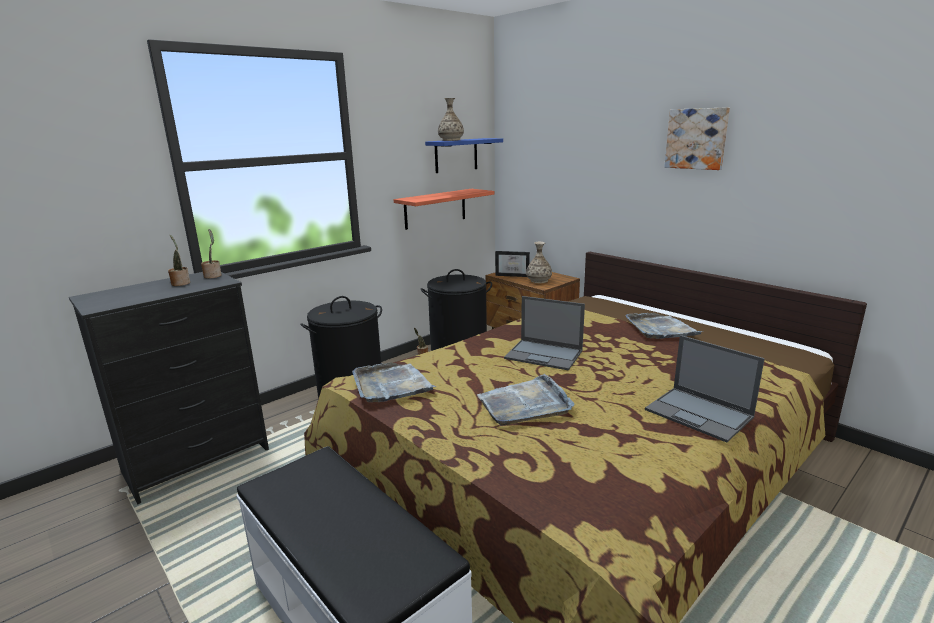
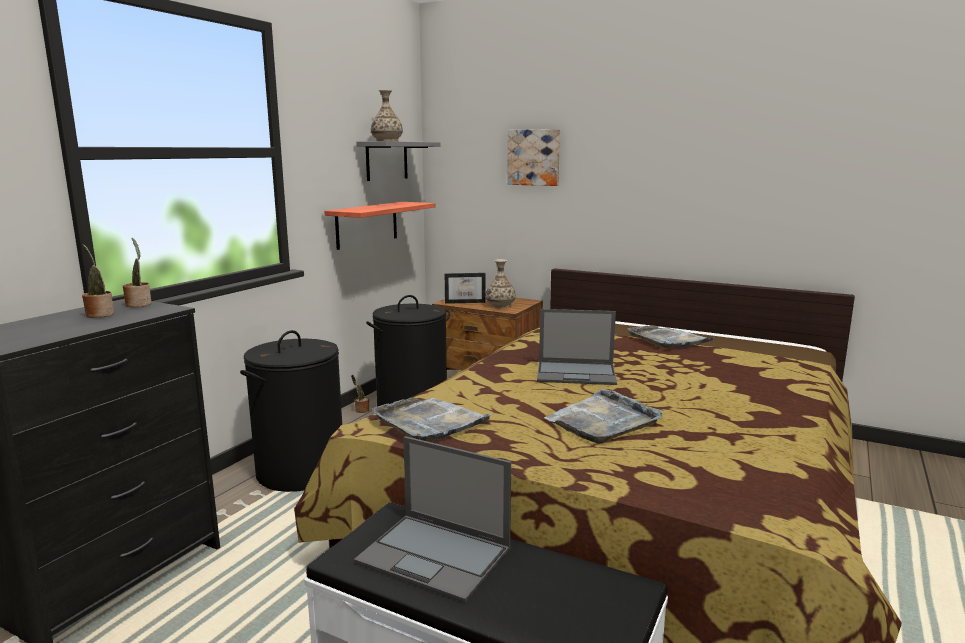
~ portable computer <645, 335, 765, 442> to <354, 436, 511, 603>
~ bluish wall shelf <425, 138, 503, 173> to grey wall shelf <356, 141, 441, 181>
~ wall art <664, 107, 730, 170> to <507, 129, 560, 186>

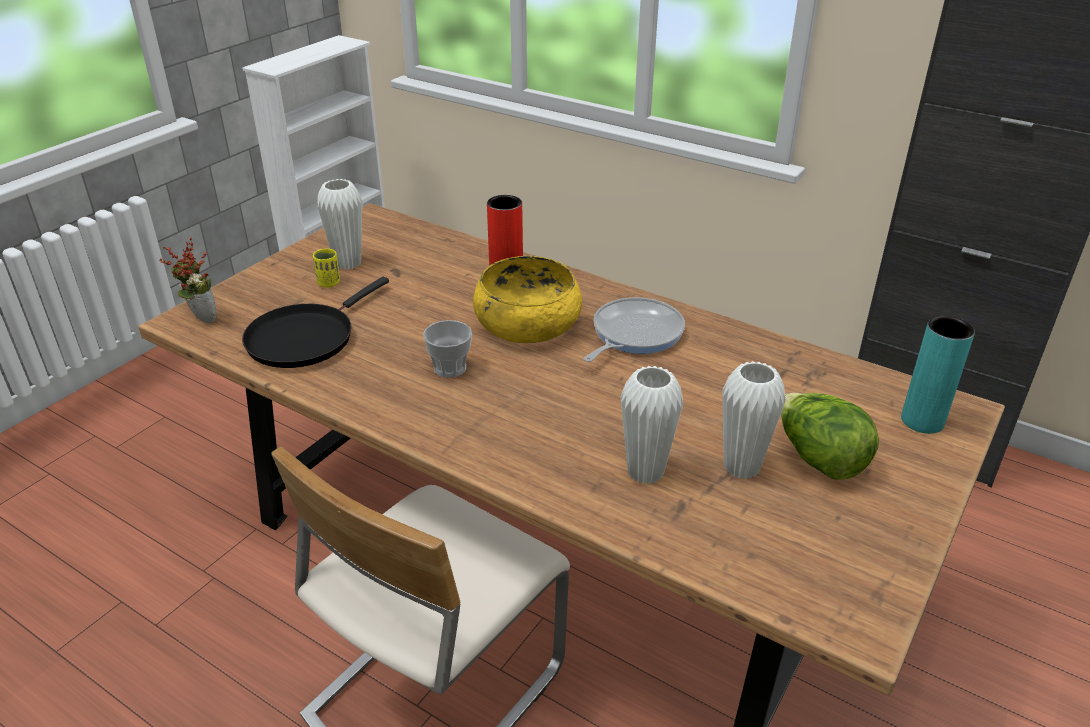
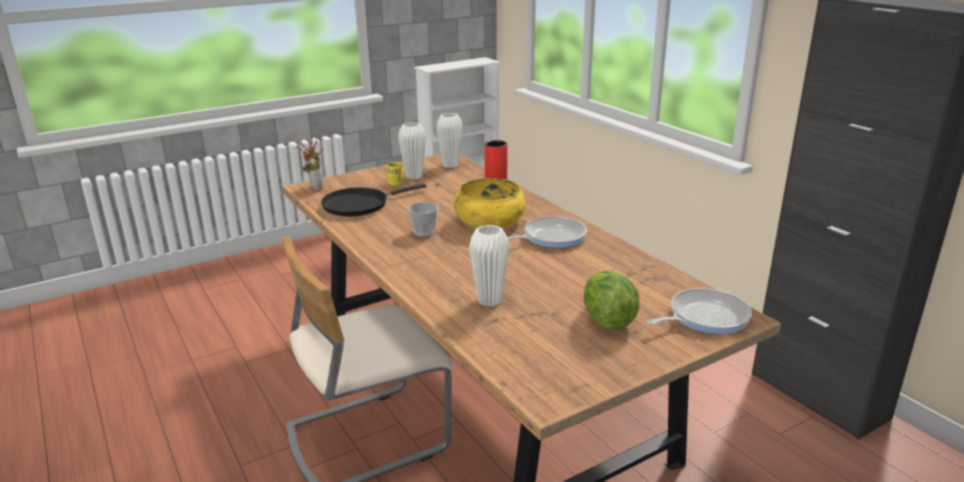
~ white-coloured flower vase <722, 361, 786, 479> to <436, 113, 463, 168>
~ blue-green flower vase <901, 316, 975, 434> to pan <647, 288, 752, 334>

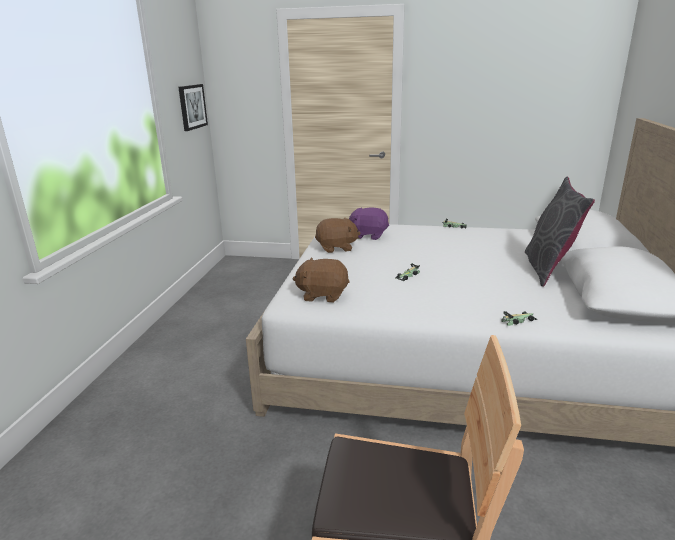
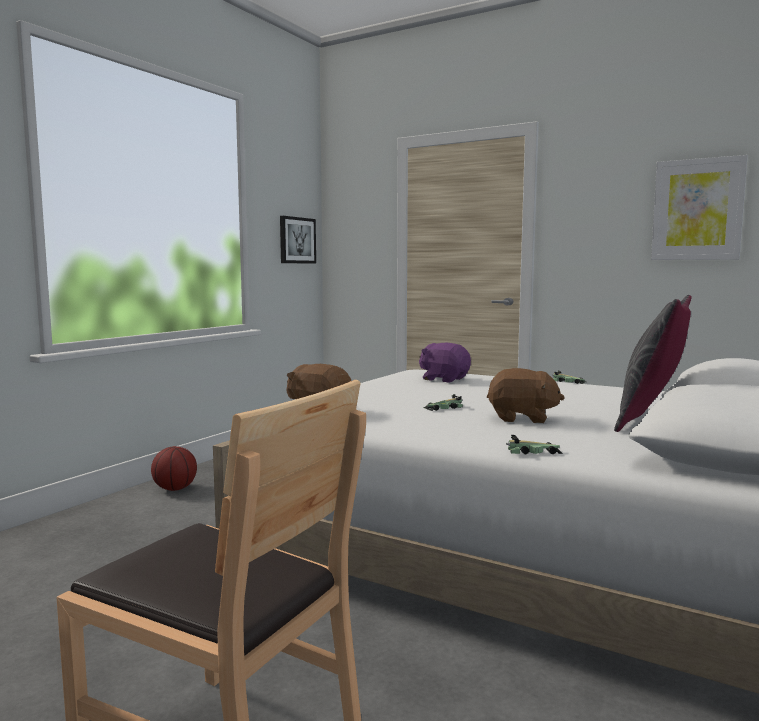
+ basketball <151, 446, 197, 491>
~ brown-coloured cuddly toy <315, 218, 361, 253> to <487, 368, 565, 423>
+ wall art <651, 155, 748, 260>

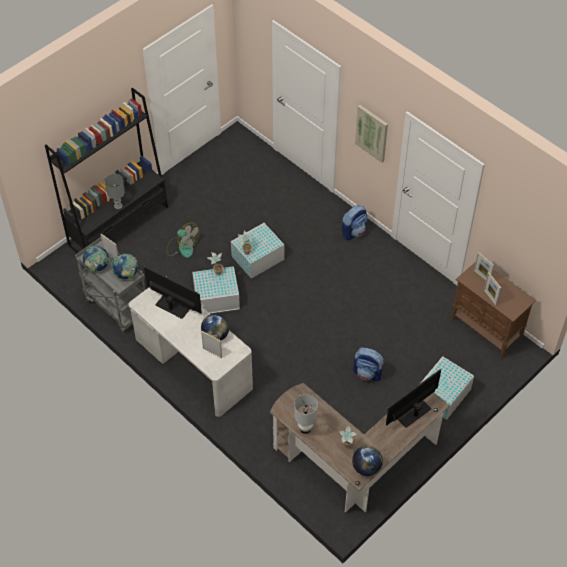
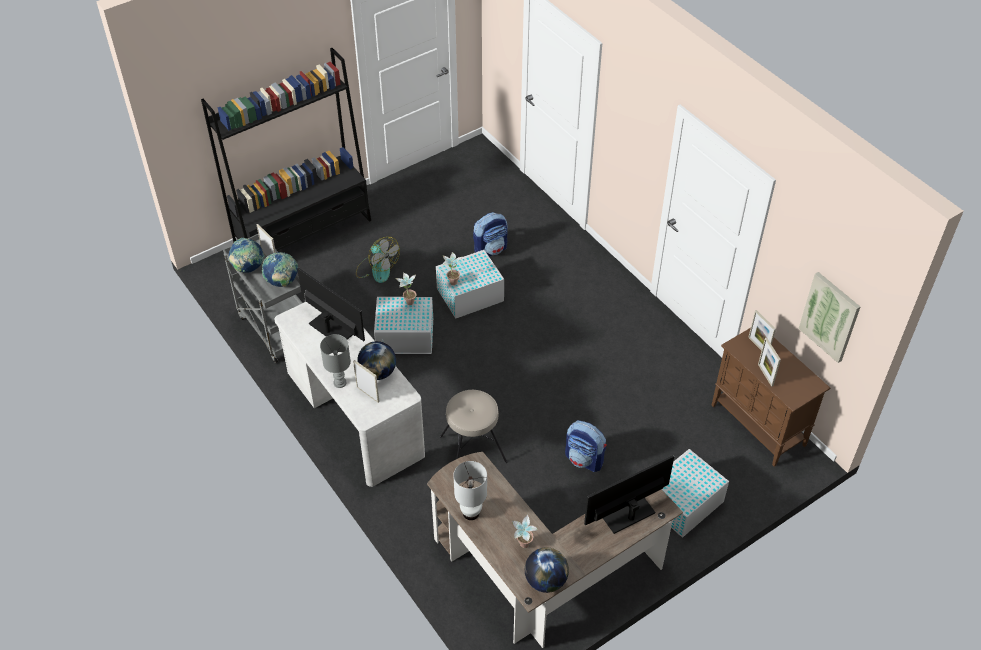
~ grey lamp for a table <105, 174, 125, 209> to <320, 334, 351, 388>
+ beige-coloured sitting stool <440, 390, 508, 463>
~ backpack <342, 205, 367, 240> to <473, 212, 508, 256>
~ wall art <355, 105, 388, 163> to <798, 272, 860, 363>

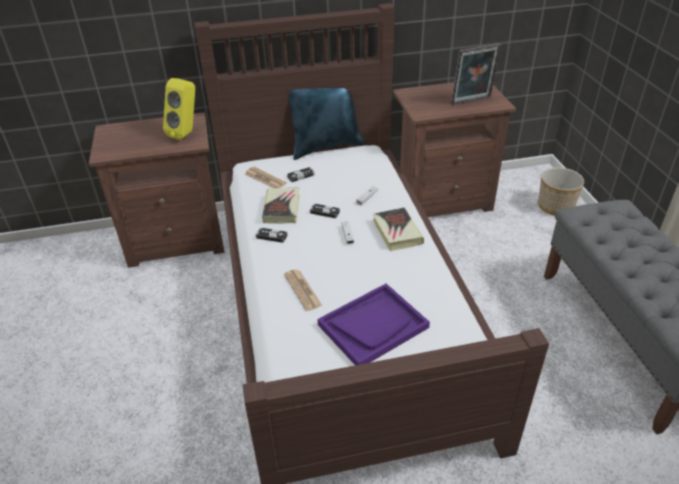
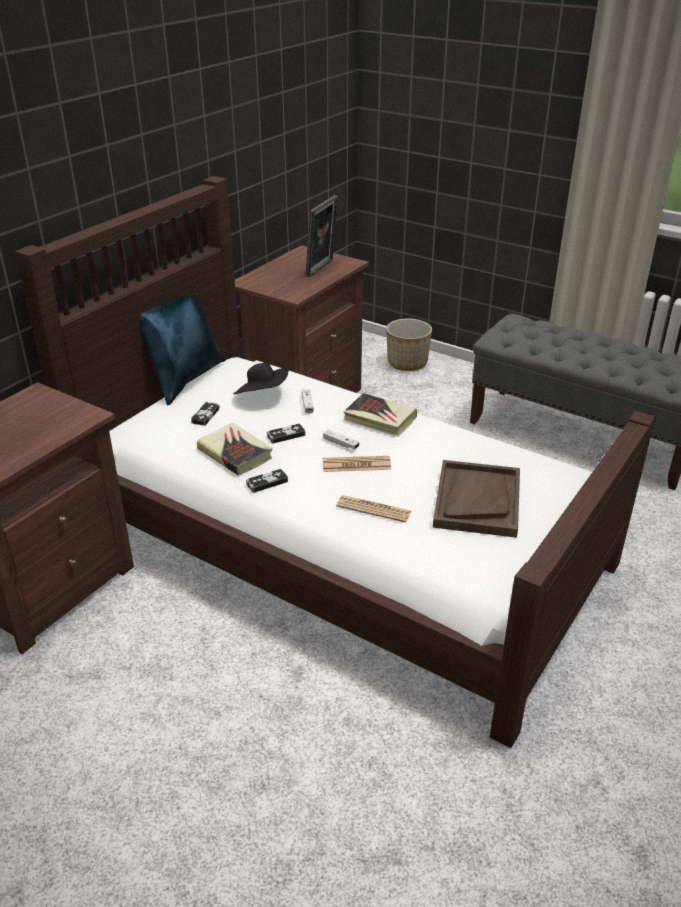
+ blackish wearable hat <233, 363, 288, 394>
~ printed paper <245, 167, 286, 188> to <323, 456, 391, 472>
~ purple-coloured serving tray <318, 284, 430, 365> to brown-coloured serving tray <433, 460, 520, 538>
- yellow-coloured loudspeaker <163, 78, 195, 140>

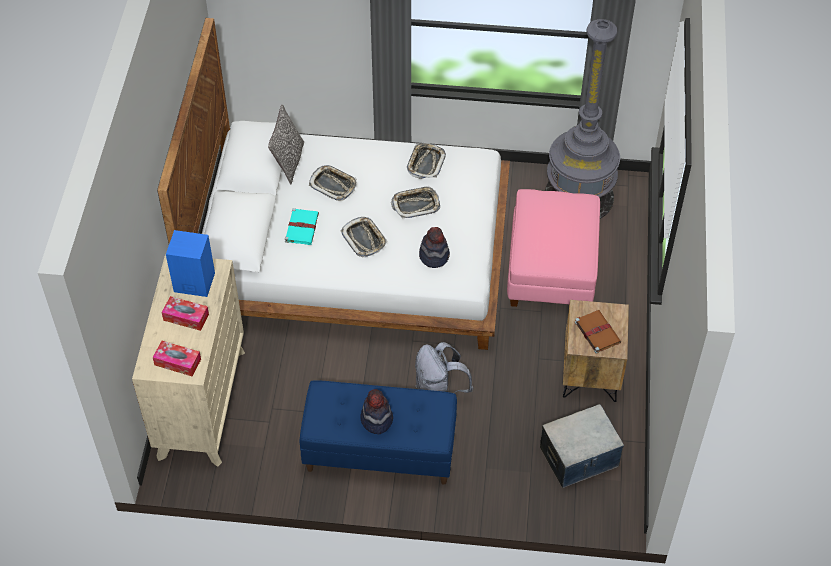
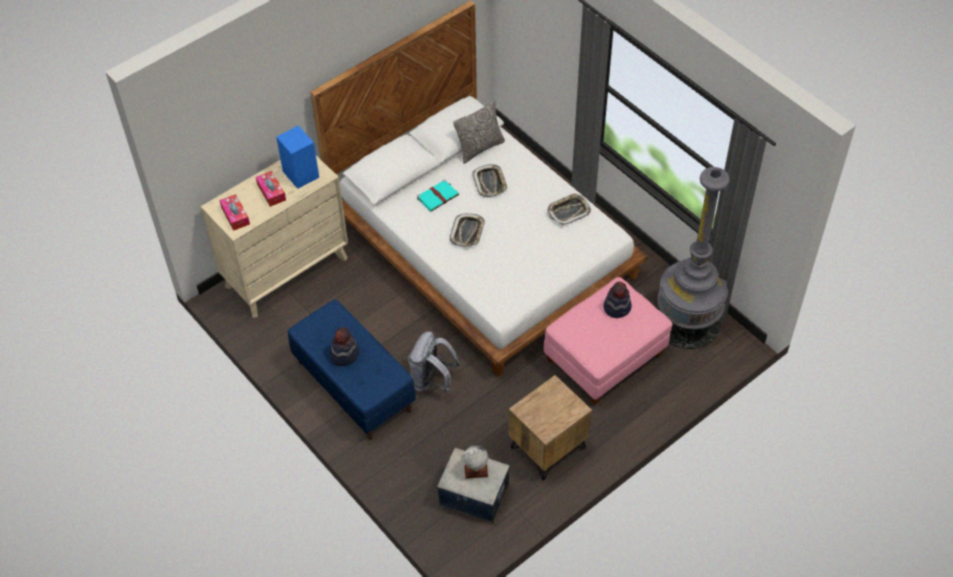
+ globe <461, 445, 488, 479>
~ wearable hat <419, 227, 450, 268> to <604, 281, 632, 318>
- serving tray <391, 186, 440, 219>
- brown-coloured book <575, 310, 621, 354>

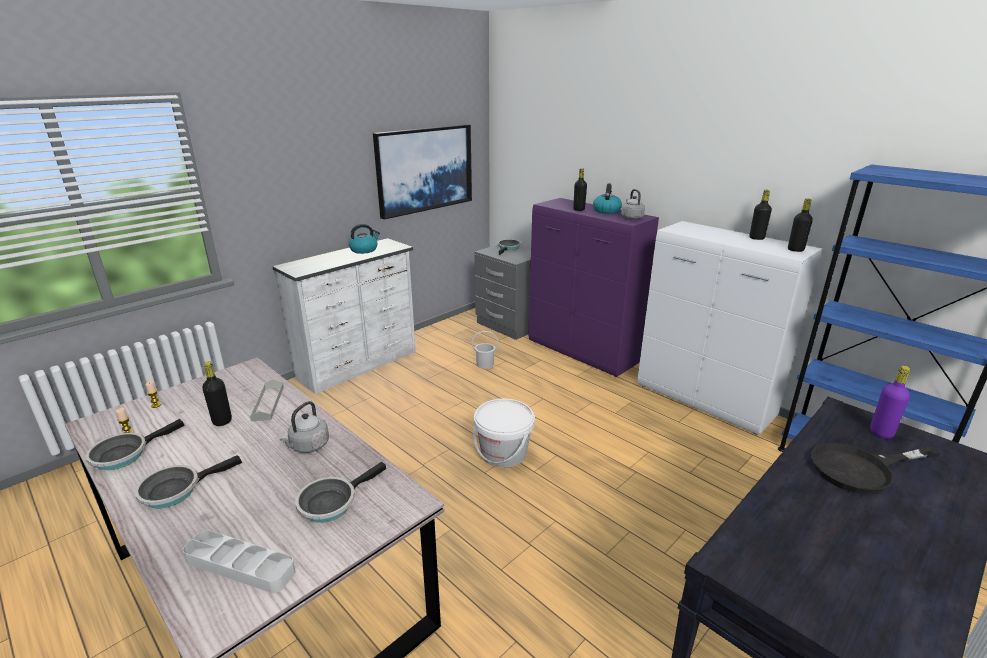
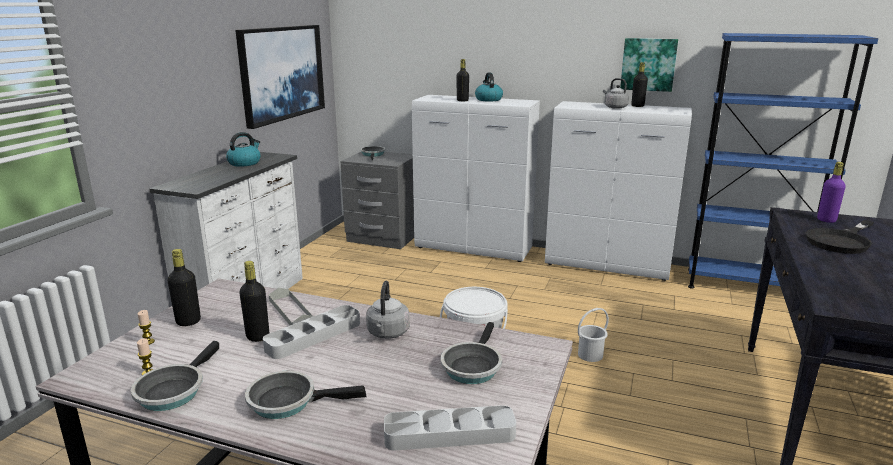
~ blackish bottle <788, 198, 813, 252> to <167, 249, 201, 326>
~ pan <135, 455, 242, 509> = <245, 371, 367, 419> 60 degrees clockwise
+ grey serving tray <263, 305, 360, 359>
~ purple-coloured cupboard <529, 198, 659, 377> to white-coloured cupboard <412, 95, 540, 262>
~ white-coloured water bucket <471, 331, 499, 369> to <578, 308, 609, 362>
~ grey kettle <621, 189, 645, 219> to <603, 78, 629, 109>
+ wall art <620, 38, 678, 92>

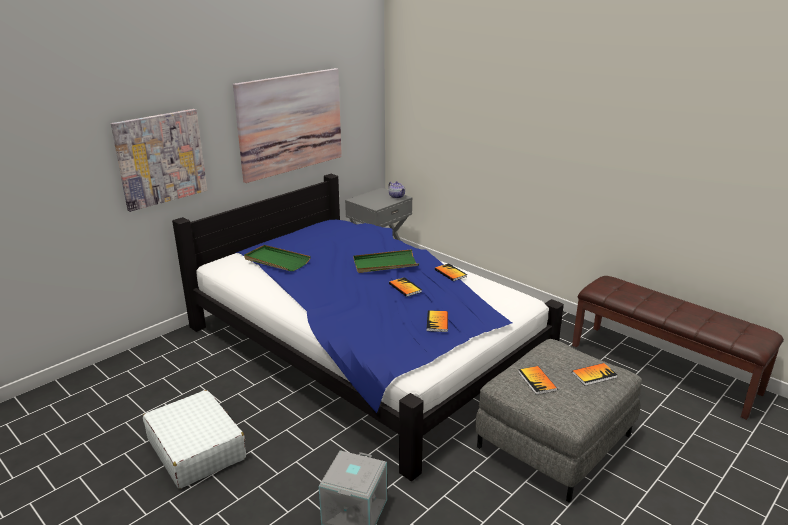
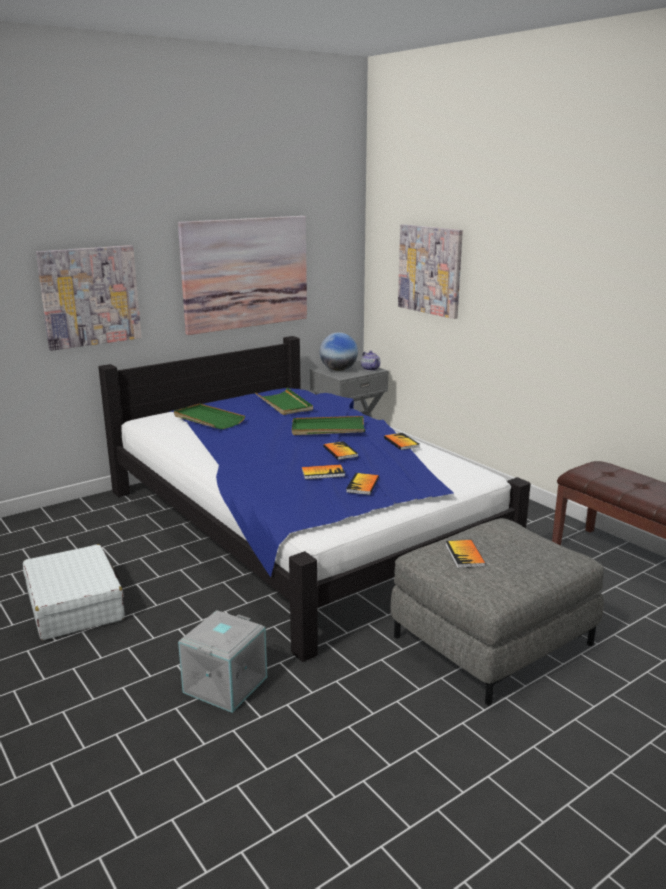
+ greenish serving tray <255, 388, 313, 415>
~ book <572, 363, 617, 386> to <302, 464, 345, 479>
+ globe <320, 332, 358, 371>
+ wall art <398, 224, 463, 319>

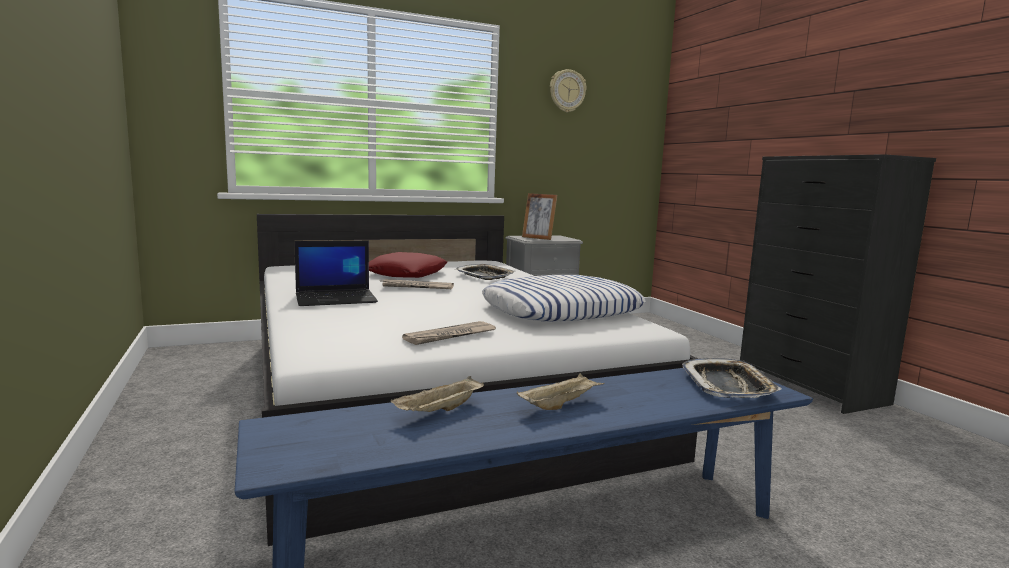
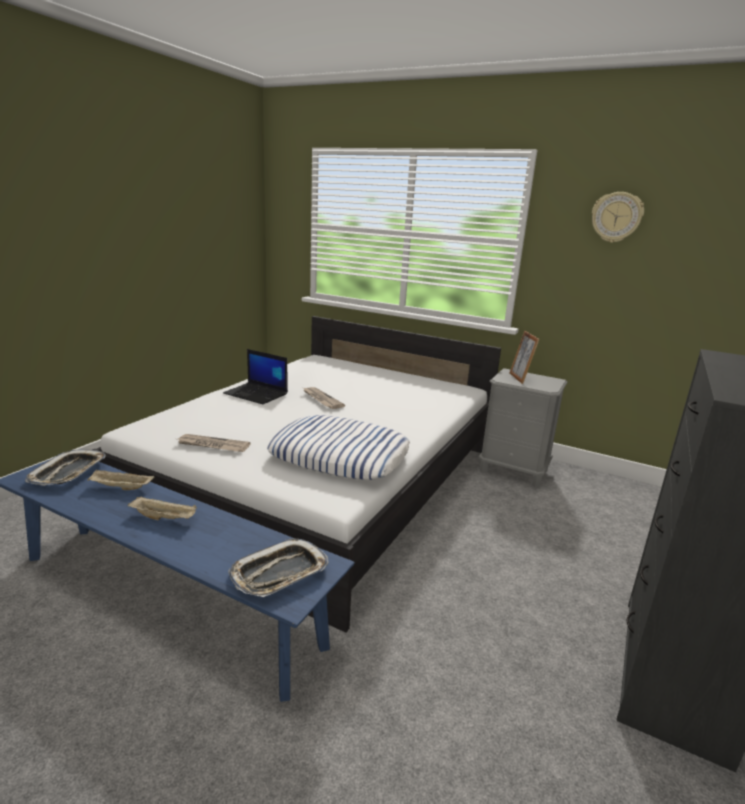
~ serving tray <456, 264, 515, 280> to <25, 449, 106, 485>
- reddish throw pillow <369, 252, 447, 278>

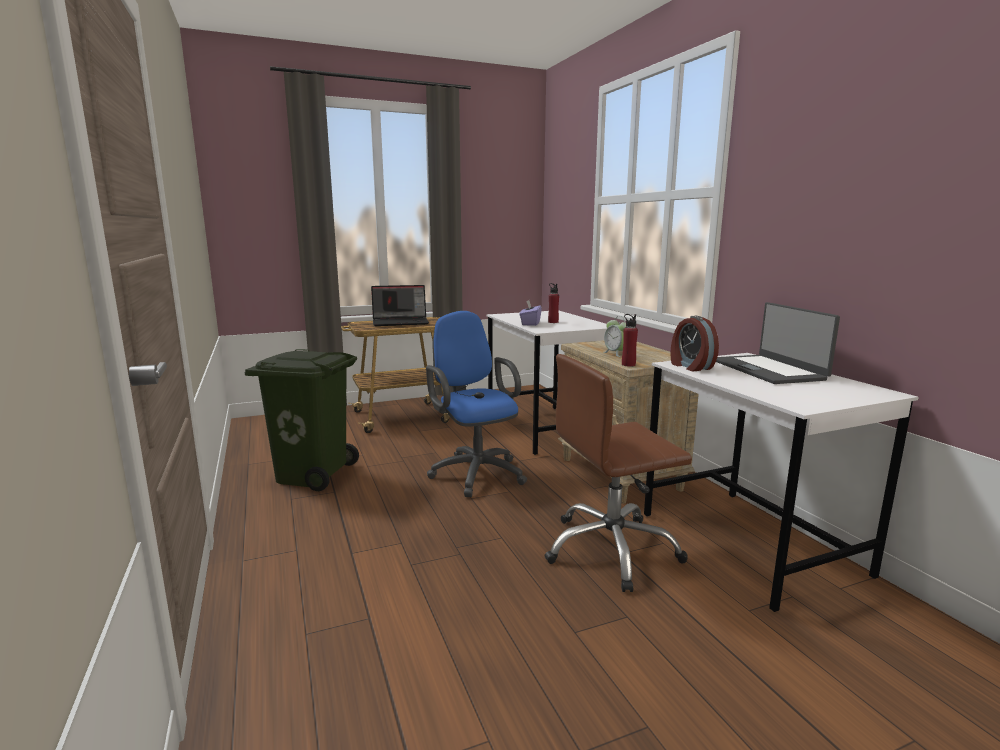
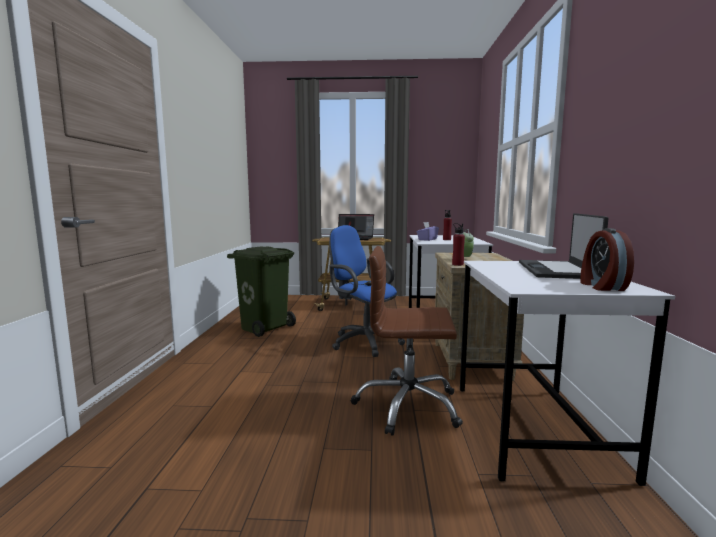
~ bluish desk chair <426, 311, 527, 497> = <329, 225, 405, 357> 45 degrees counterclockwise
~ alarm clock <670, 316, 719, 371> to <580, 228, 634, 291>

